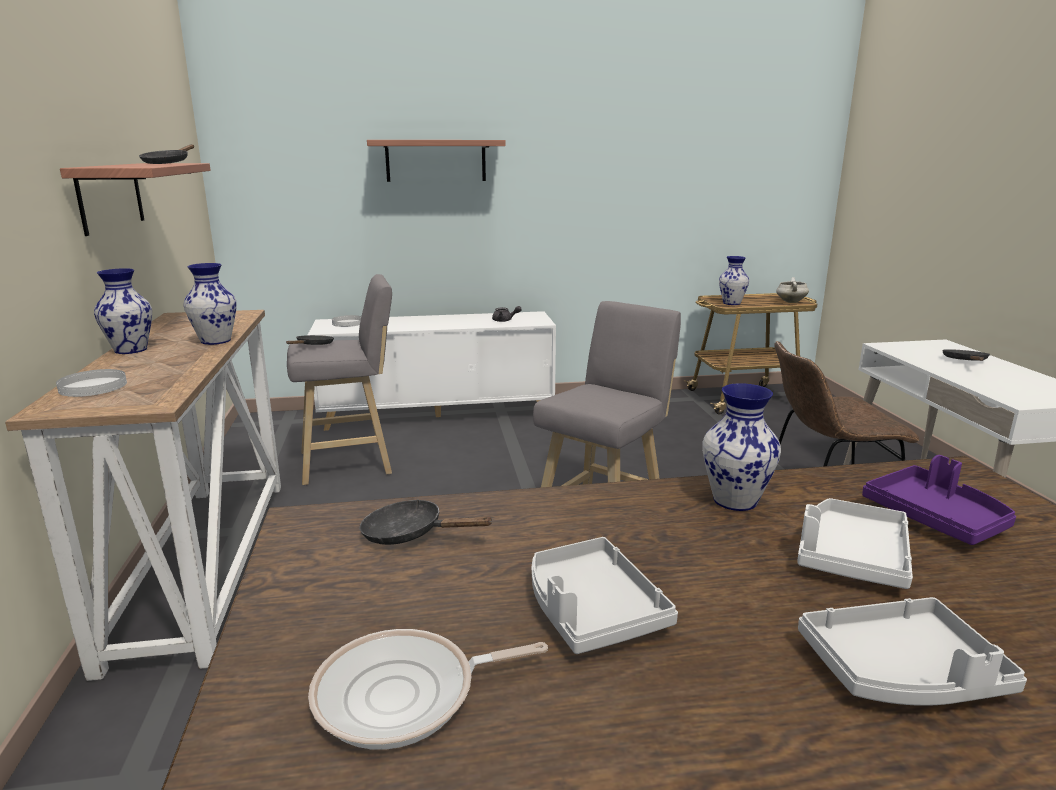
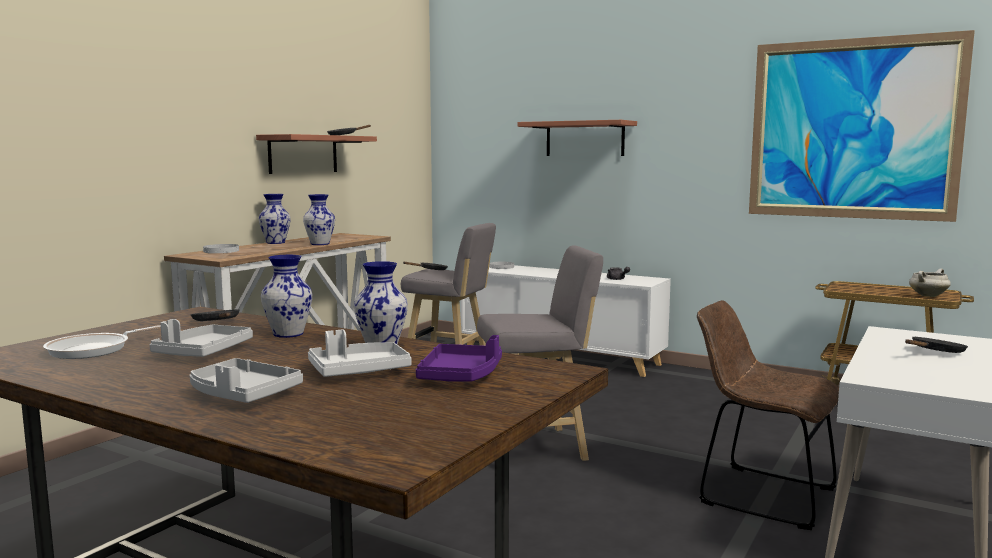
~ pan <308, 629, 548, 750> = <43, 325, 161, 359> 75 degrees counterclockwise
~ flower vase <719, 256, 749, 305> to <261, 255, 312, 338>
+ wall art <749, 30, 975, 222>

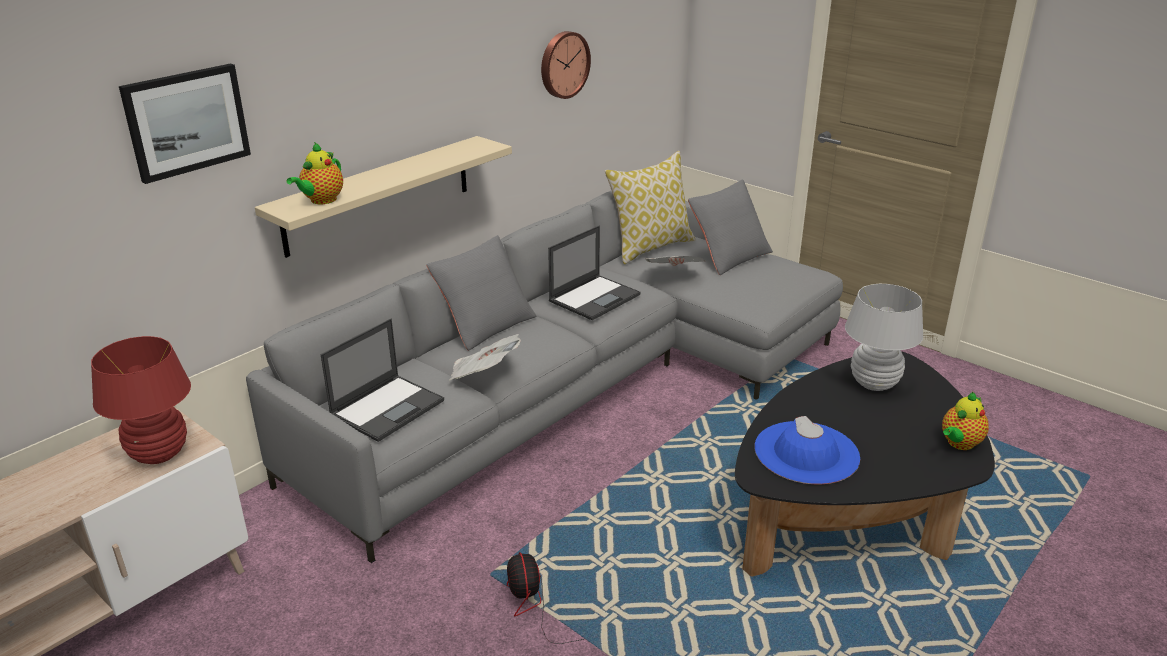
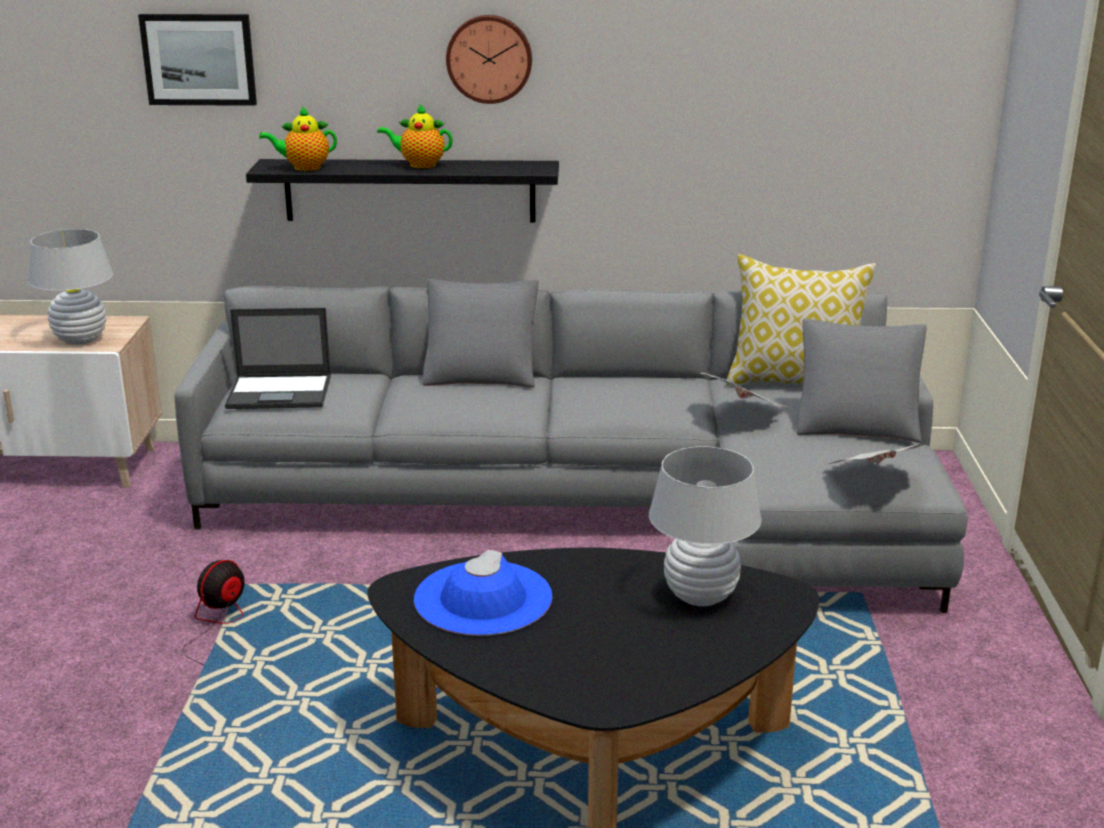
~ reddish lamp for a table <91, 336, 191, 464> to white-coloured lamp for a table <28, 229, 113, 345>
~ beige-coloured wall shelf <255, 136, 512, 258> to blackish wall shelf <246, 159, 559, 223>
~ tea pot <942, 392, 989, 450> to <377, 104, 453, 168>
~ hanging clock <541, 31, 591, 99> to <446, 15, 532, 104>
~ printed paper <449, 334, 521, 381> to <824, 443, 929, 465>
- portable computer <548, 225, 641, 320>

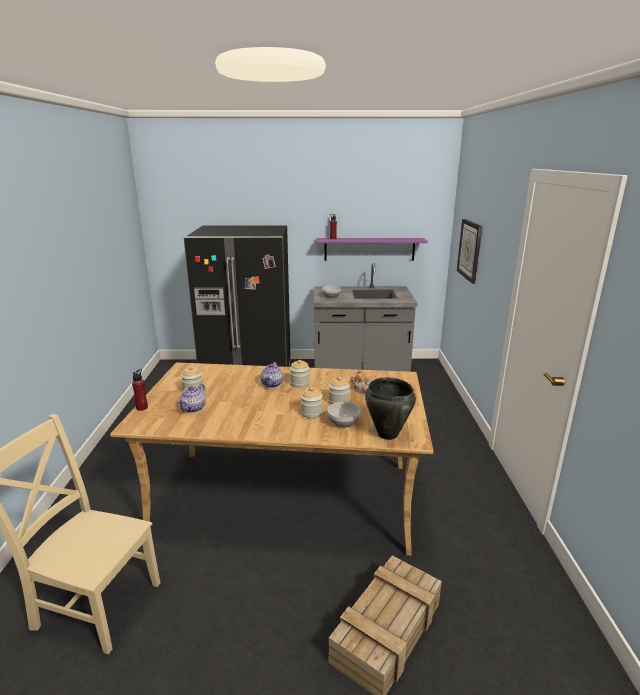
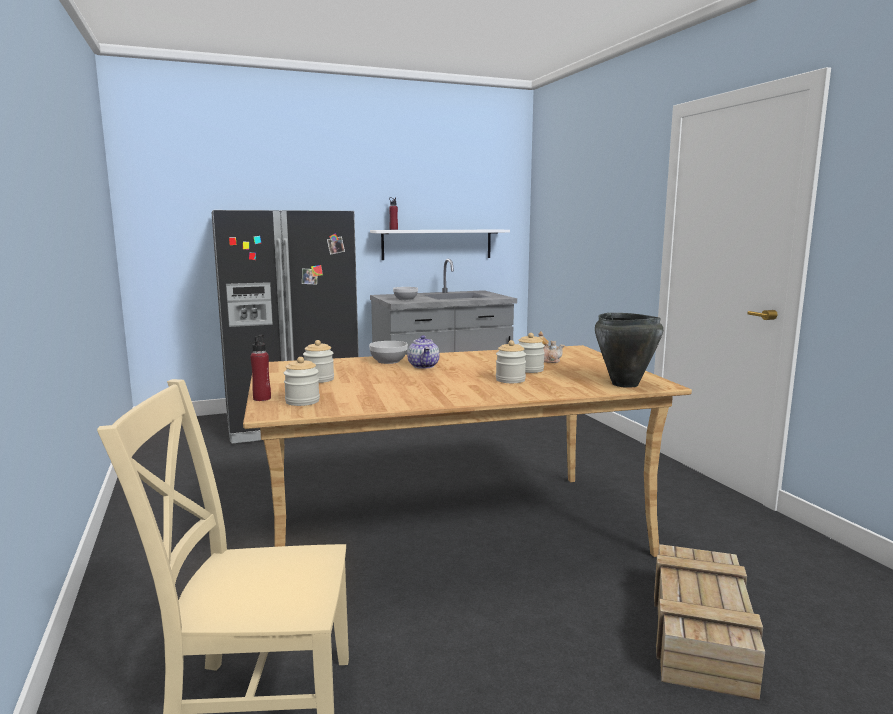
~ storage jar <290, 360, 310, 388> to <284, 357, 320, 406>
~ deep dish <327, 402, 361, 428> to <369, 341, 408, 364>
~ purple-coloured wall shelf <316, 238, 428, 261> to white-coloured wall shelf <370, 230, 510, 260>
- tea pot <177, 384, 206, 412>
- hanging clock <457, 219, 483, 284>

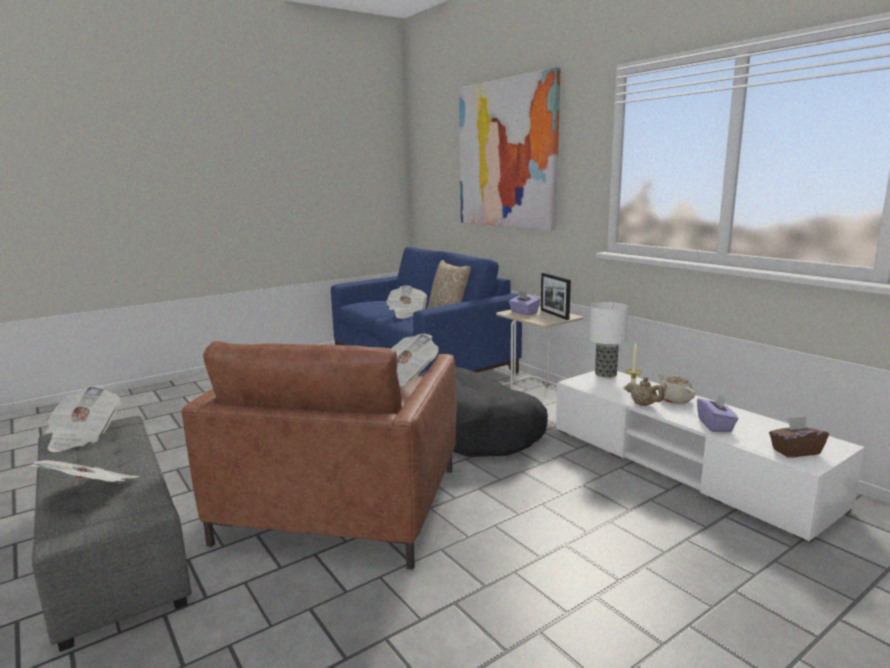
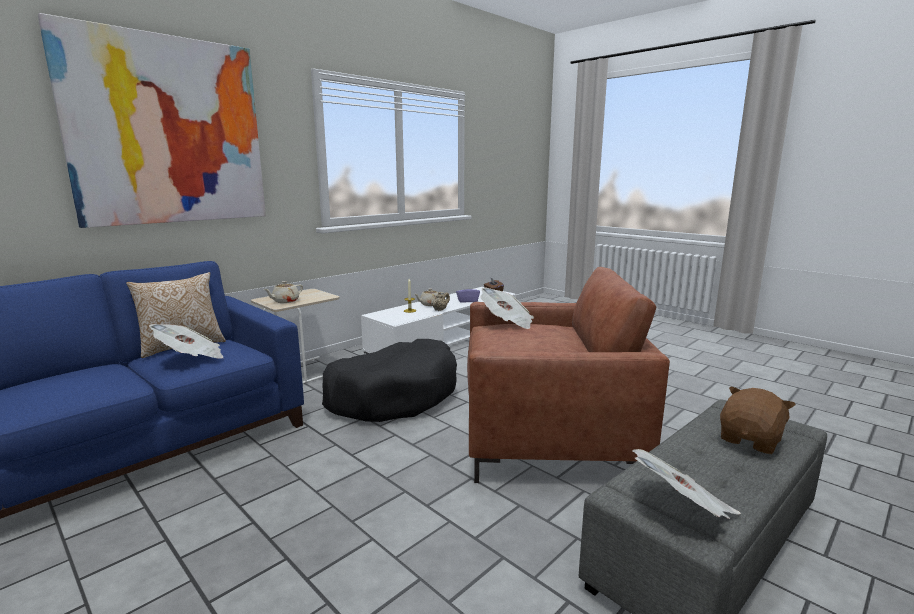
~ purple-coloured tissue holder <509, 291, 540, 315> to beige-coloured tea pot <263, 281, 303, 303>
~ printed paper <29, 460, 140, 482> to brown-coloured cuddly toy <720, 386, 796, 454>
- picture frame <541, 273, 571, 320>
- lamp for a table <590, 302, 628, 378>

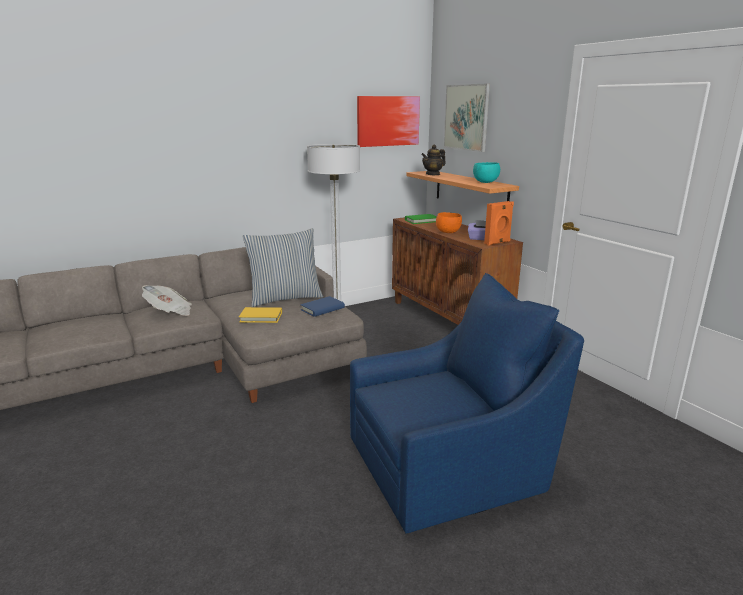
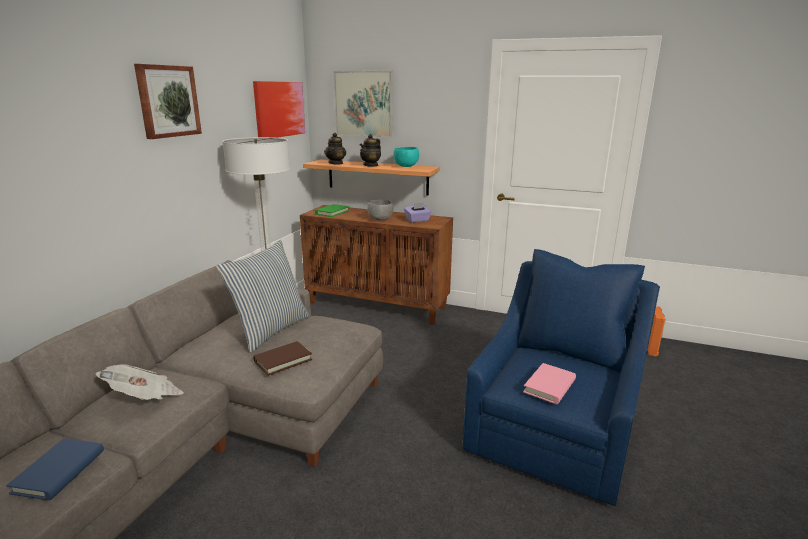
~ bluish book <300, 296, 345, 317> to <6, 438, 104, 500>
+ wall art <134, 64, 202, 139>
~ yellow-coloured book <239, 307, 282, 323> to brown-coloured book <253, 341, 312, 376>
+ tea pot <360, 134, 381, 167>
~ orangey deep dish <436, 212, 462, 233> to grey deep dish <367, 200, 393, 221>
+ pink-coloured book <523, 363, 576, 404>
~ orangey loudspeaker <484, 201, 514, 246> to <648, 306, 666, 357>

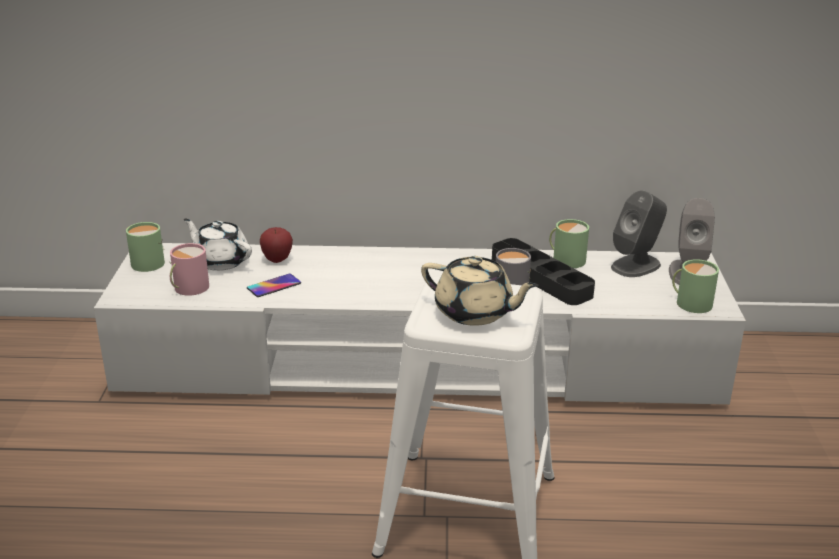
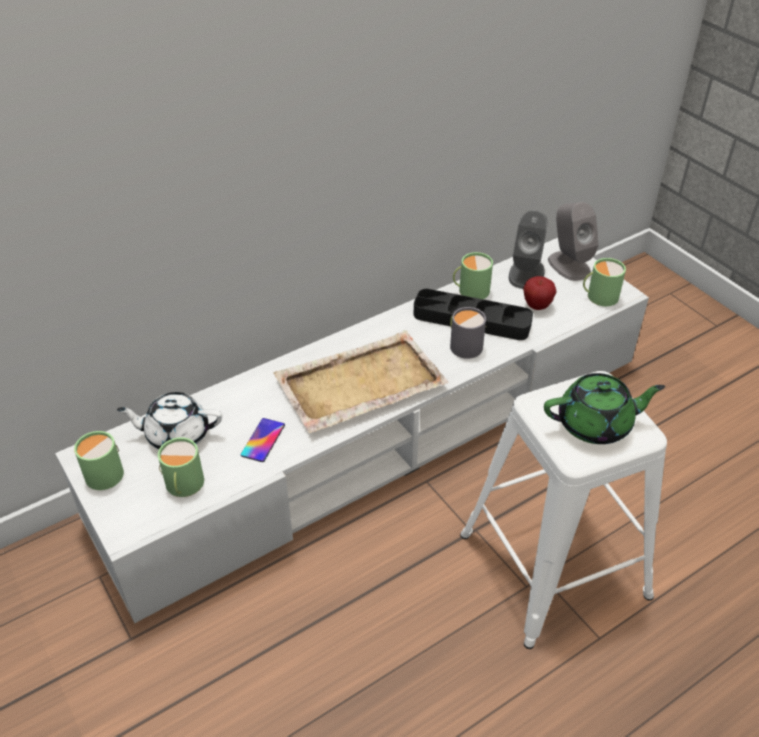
~ pink-coloured mug <170, 243, 209, 296> to greenish mug <158, 437, 204, 497>
+ beige-coloured serving tray <273, 330, 448, 433>
~ apple fruit <260, 227, 293, 263> to <523, 276, 557, 310>
~ beige-coloured tea pot <421, 256, 539, 326> to greenish tea pot <544, 373, 665, 444>

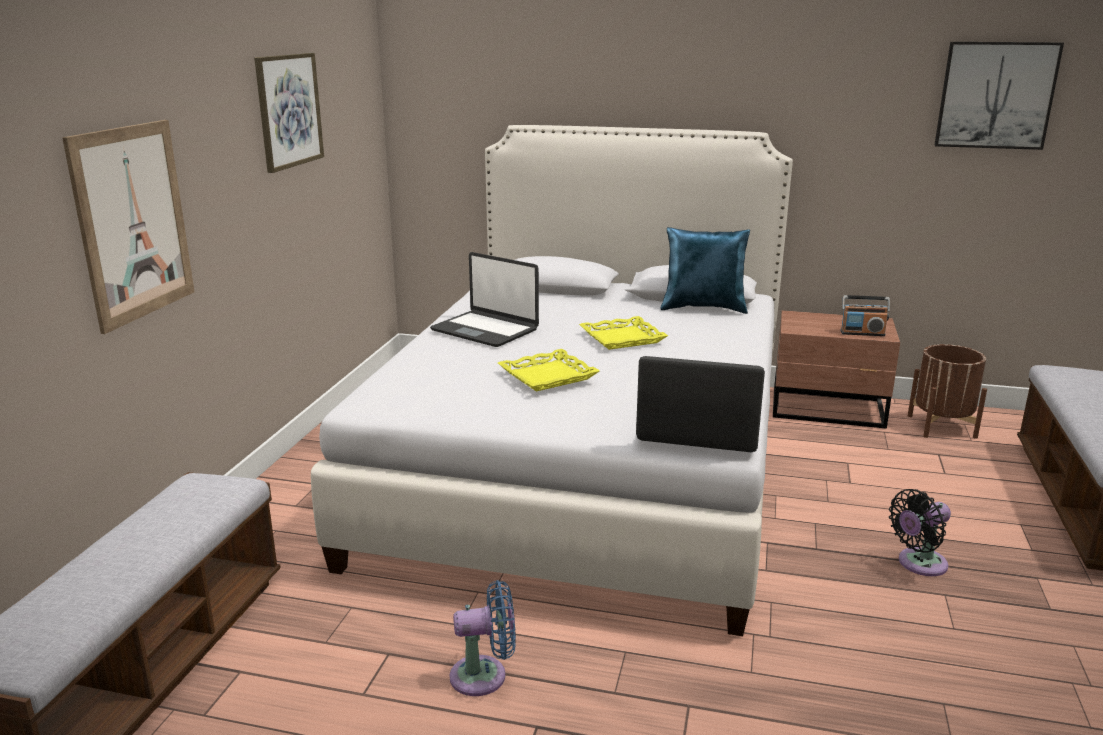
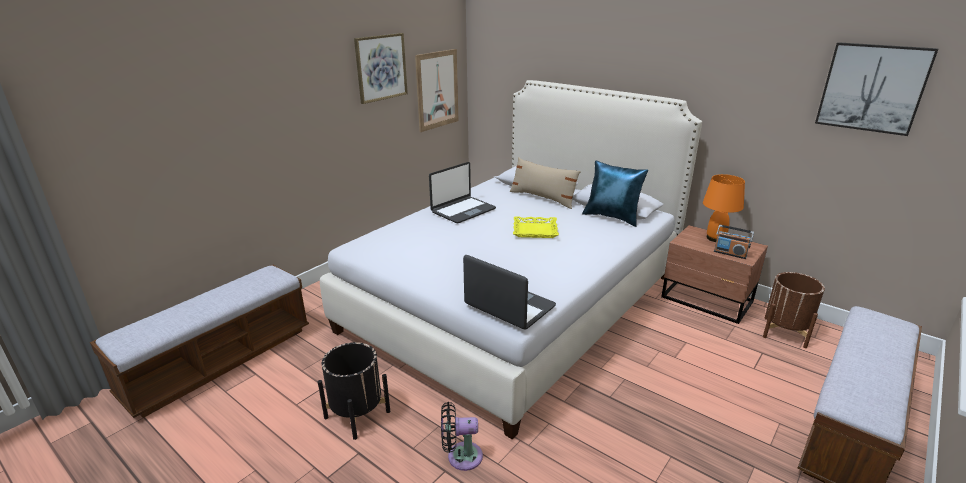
~ bluish cooling fan <450, 580, 516, 696> to blackish plant pot <318, 342, 390, 440>
~ wall art <62, 120, 195, 334> to <415, 49, 459, 132>
~ portable computer <430, 252, 539, 347> = <429, 162, 496, 223> 105 degrees counterclockwise
~ blackish cooling fan <889, 489, 951, 576> to <441, 402, 483, 471>
+ beige-coloured throw pillow <510, 157, 581, 209>
+ orangey lamp for a table <703, 174, 745, 242>
- yellow-coloured serving tray <498, 349, 600, 392>

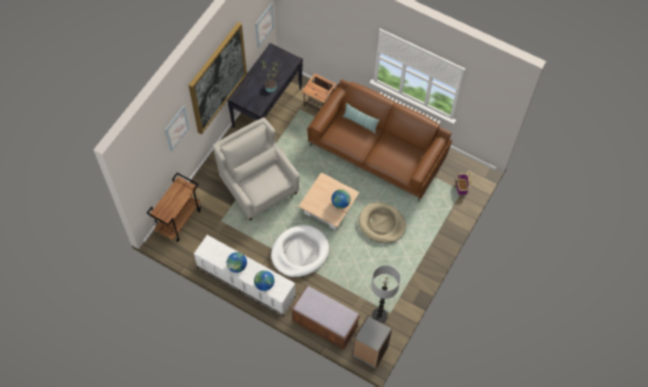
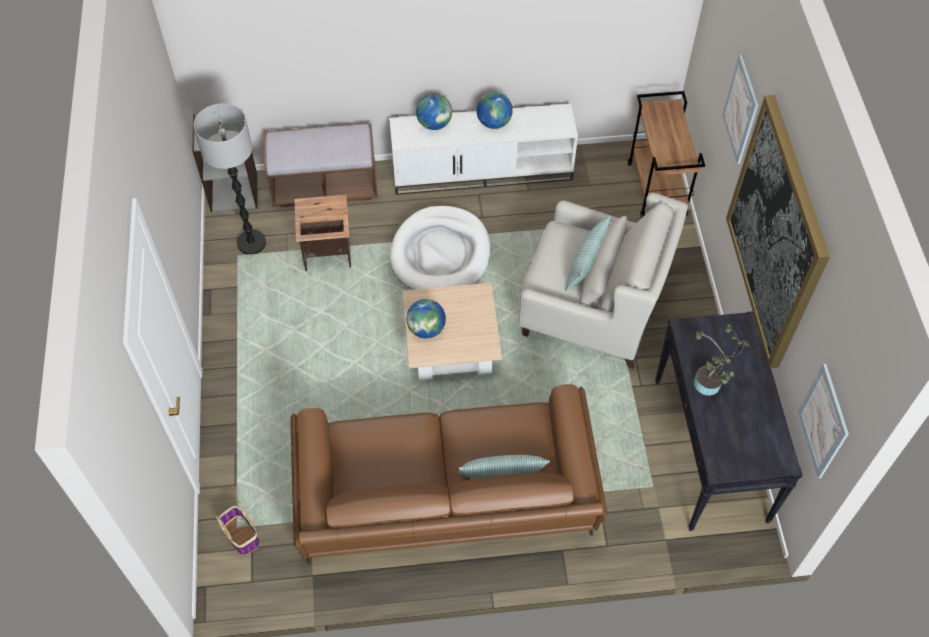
~ accent table <302, 73, 337, 110> to <294, 195, 351, 271>
+ throw pillow <566, 215, 611, 291>
- beige-coloured dog cushion <359, 202, 406, 243>

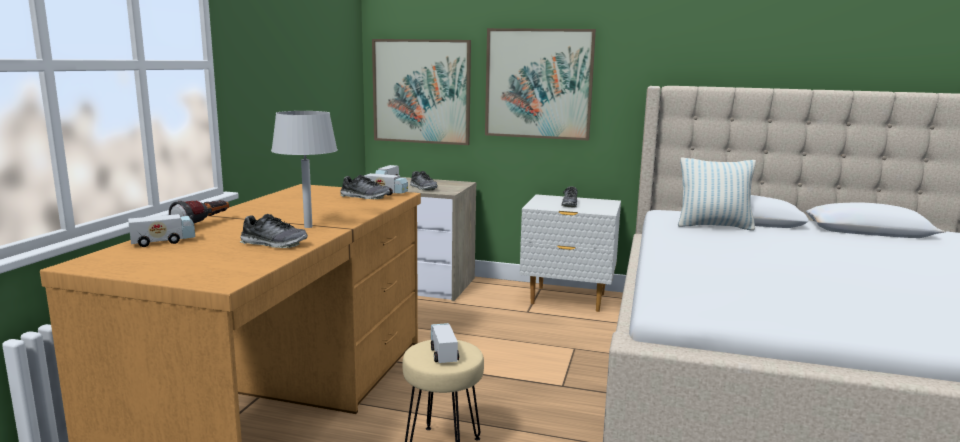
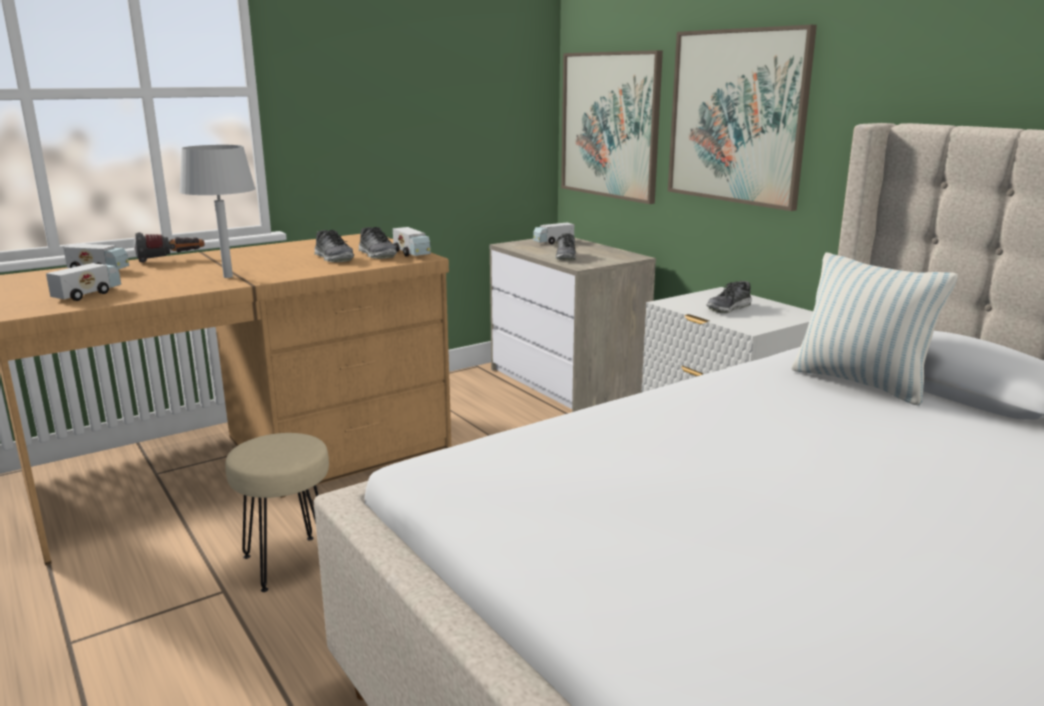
~ toy lorry <431, 323, 459, 363> to <46, 263, 121, 301>
~ shoe <240, 214, 307, 248> to <314, 230, 354, 262>

